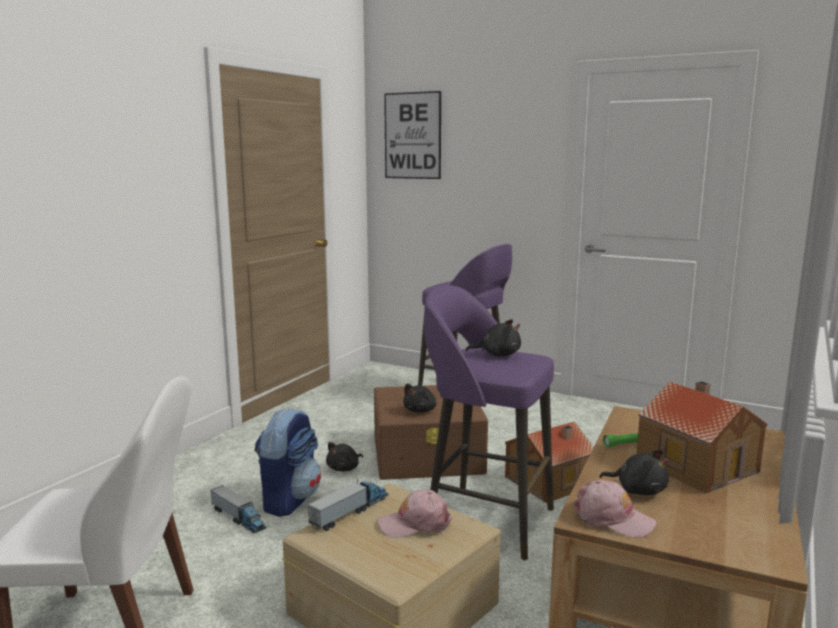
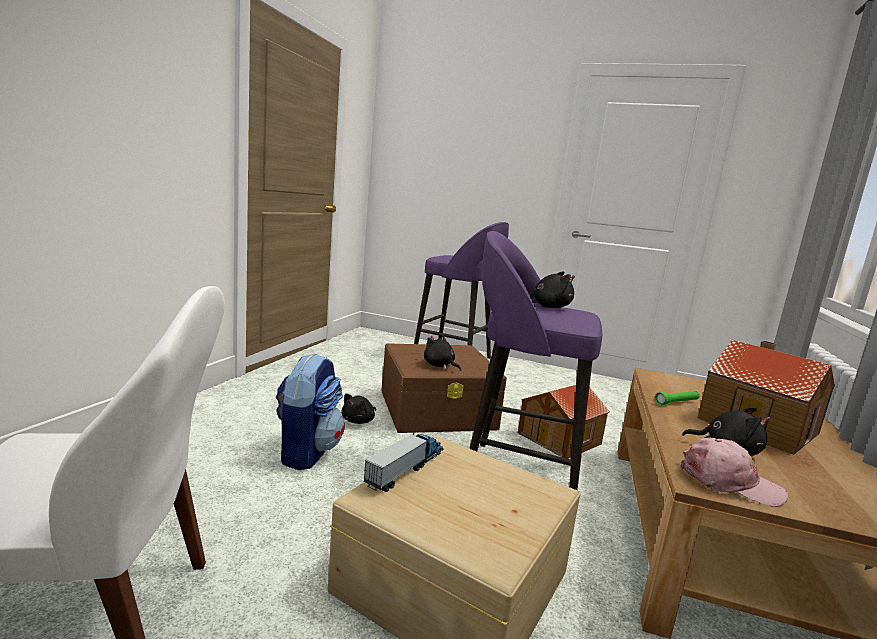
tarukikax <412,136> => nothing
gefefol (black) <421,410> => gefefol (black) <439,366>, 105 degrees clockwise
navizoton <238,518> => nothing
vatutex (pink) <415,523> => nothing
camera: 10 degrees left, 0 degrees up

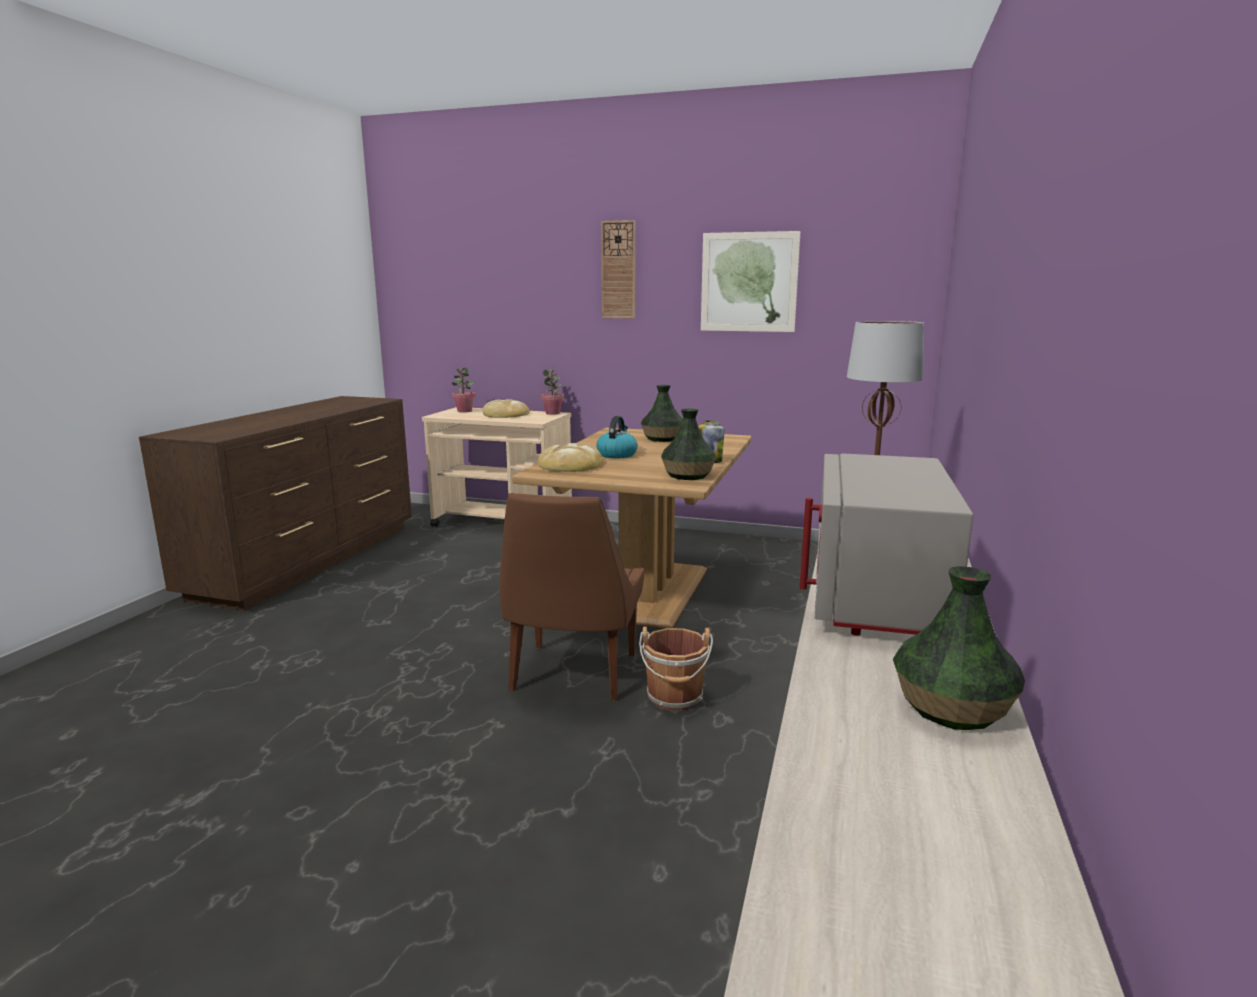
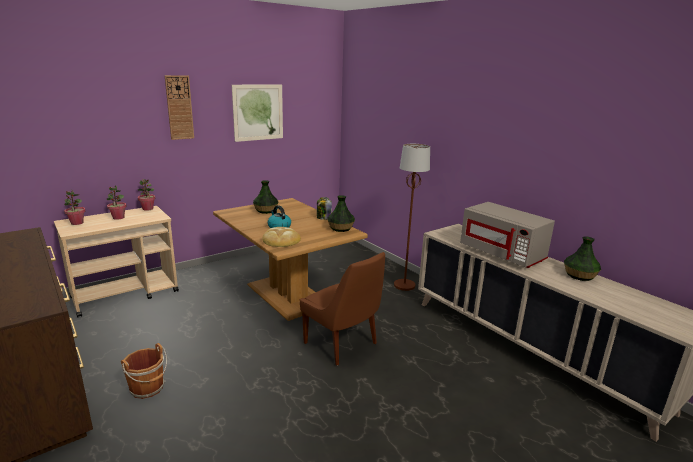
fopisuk <505,414> => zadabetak <118,217>
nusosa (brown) <675,698> => nusosa (brown) <148,388>, moved
camera: 55 degrees left, 5 degrees up

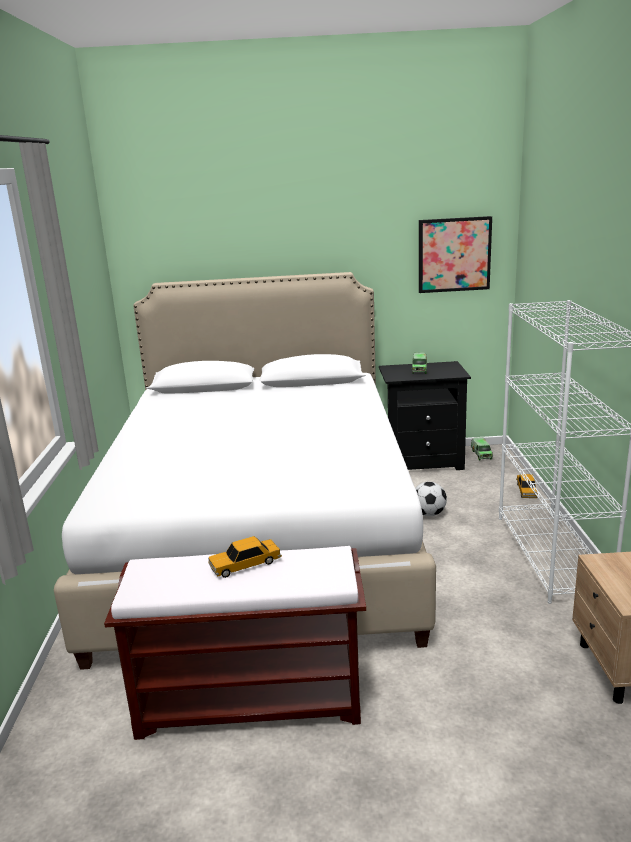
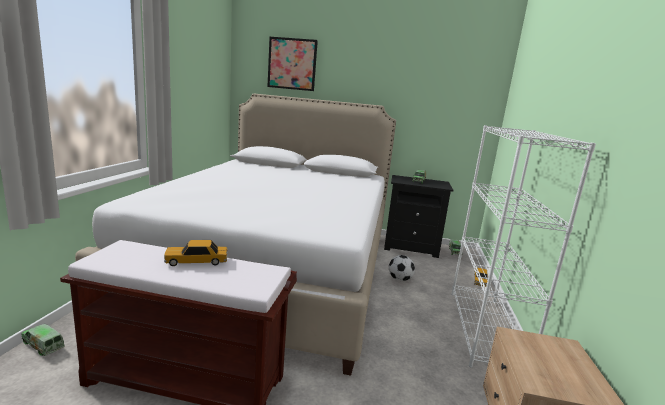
tarukikax <454,254> => tarukikax <292,64>, moved
nothing => navizoton <43,345>
camera: 10 degrees right, 5 degrees down

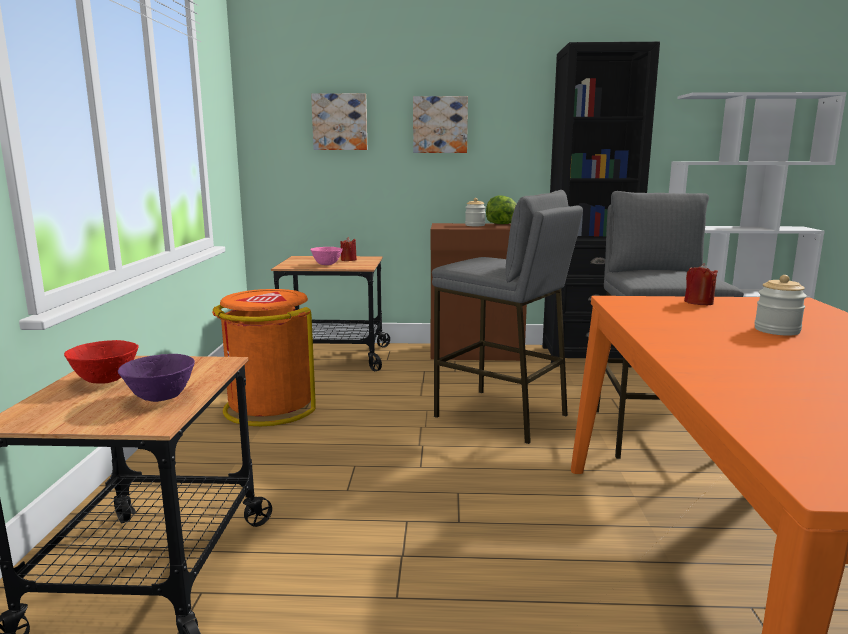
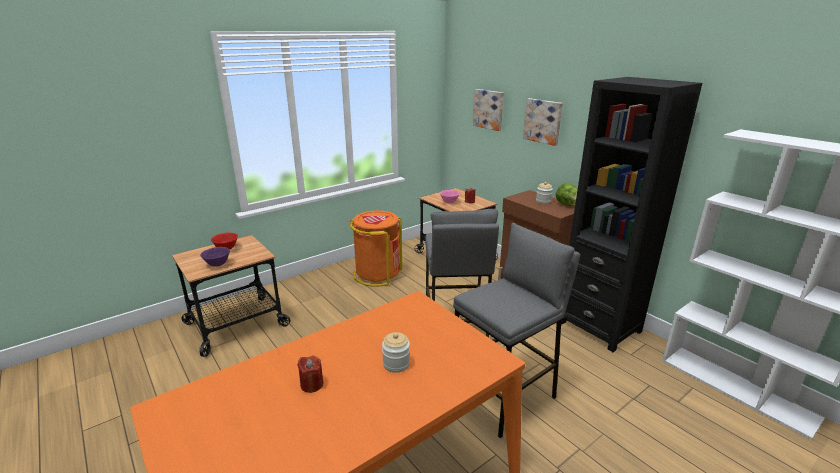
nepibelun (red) <698,302> => nepibelun (red) <312,384>, moved
camera: 50 degrees right, 10 degrees up

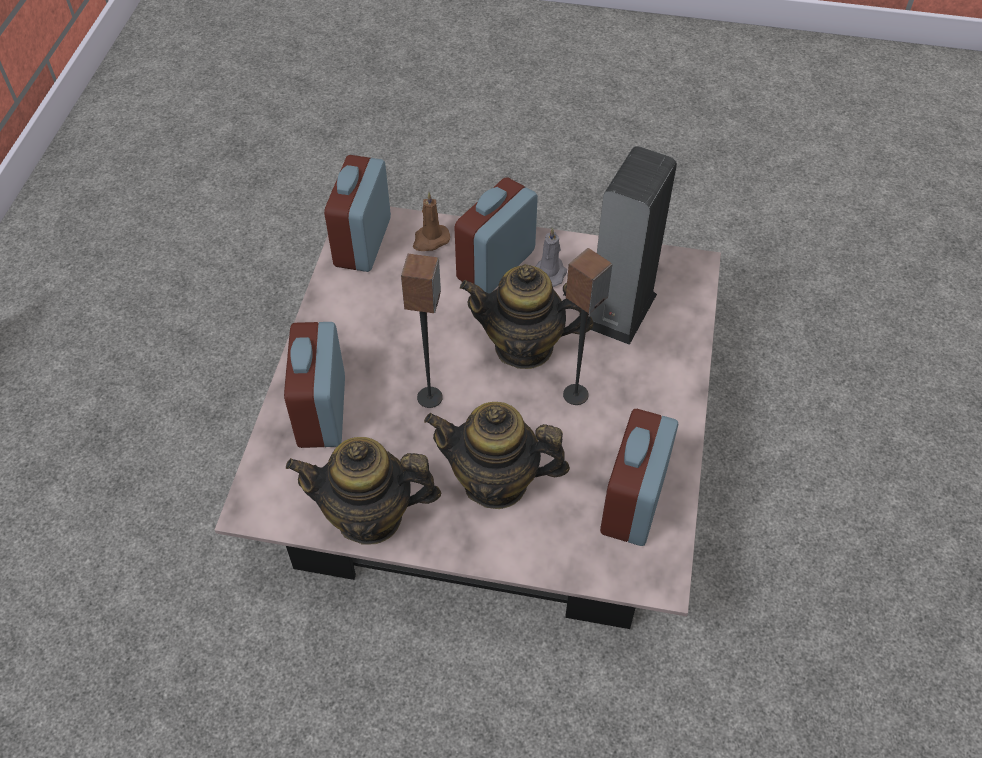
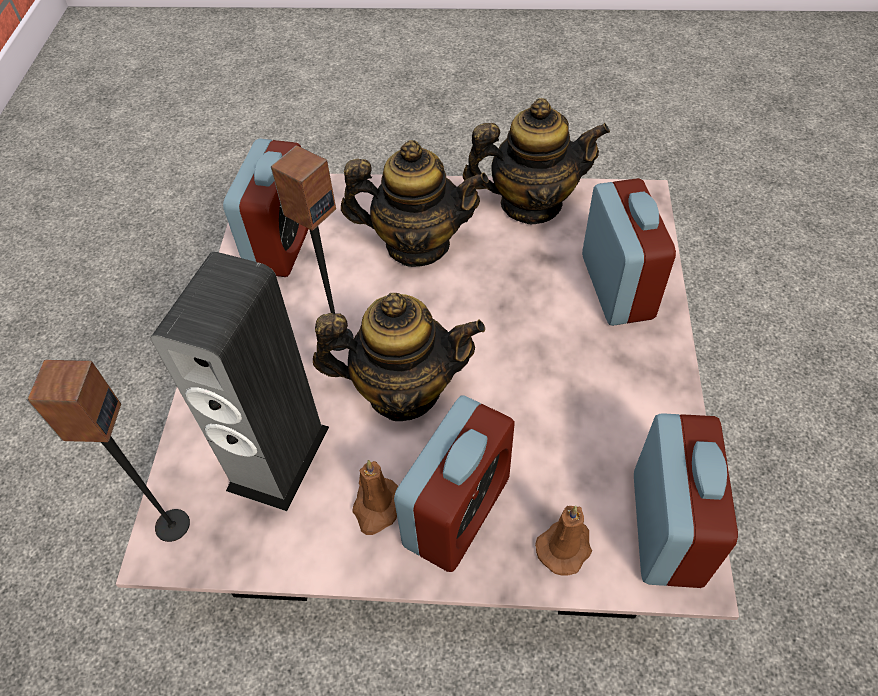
nepibelun (grey) <550,273> => nepibelun (brown) <377,508>
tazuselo <430,397> => tazuselo <171,525>, moved
camera: 175 degrees right, 0 degrees up

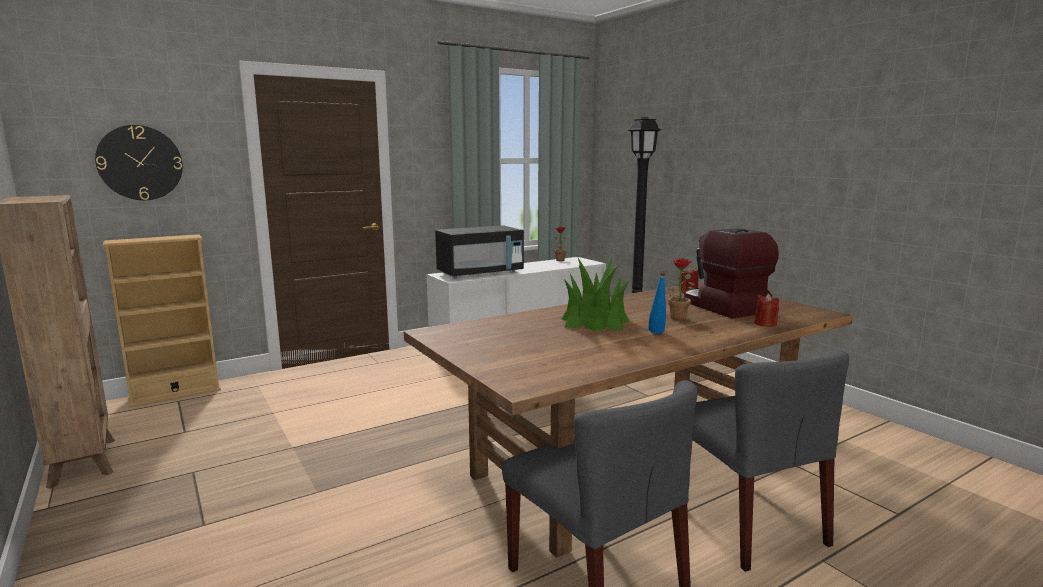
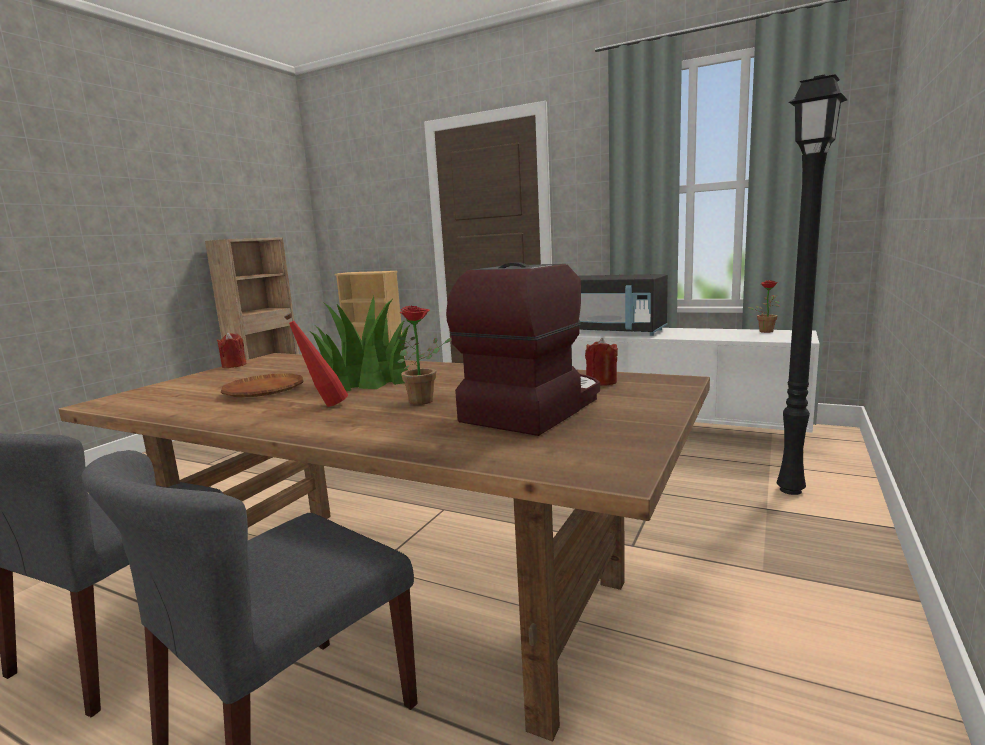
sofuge <140,163> => nothing
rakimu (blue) <657,334> => rakimu (red) <323,406>
nepibelun (red) <765,323> => nepibelun (red) <234,365>, moved
nothing => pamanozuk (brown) <264,391>
camera: 60 degrees right, 0 degrees up

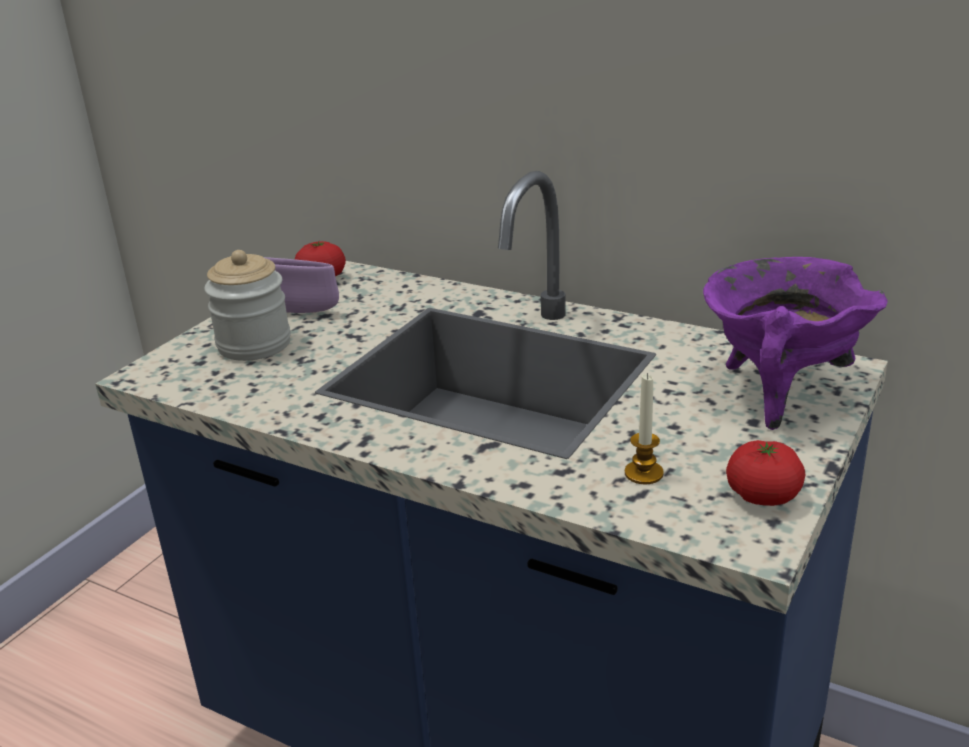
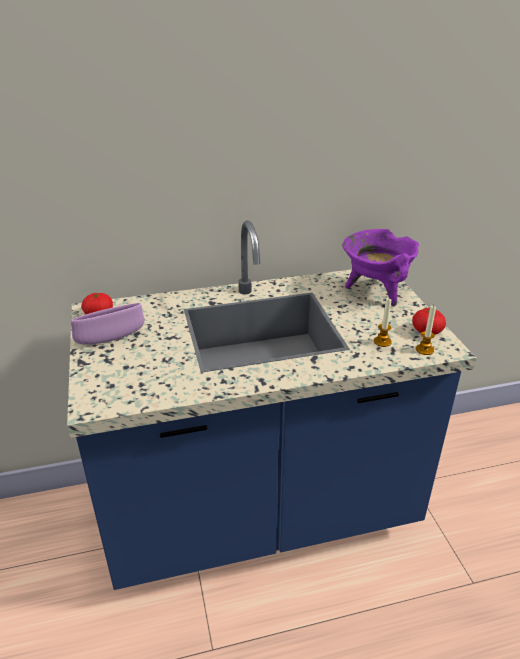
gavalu <254,344> => nothing
nothing => nepibelun <424,350>
camera: 45 degrees left, 5 degrees up

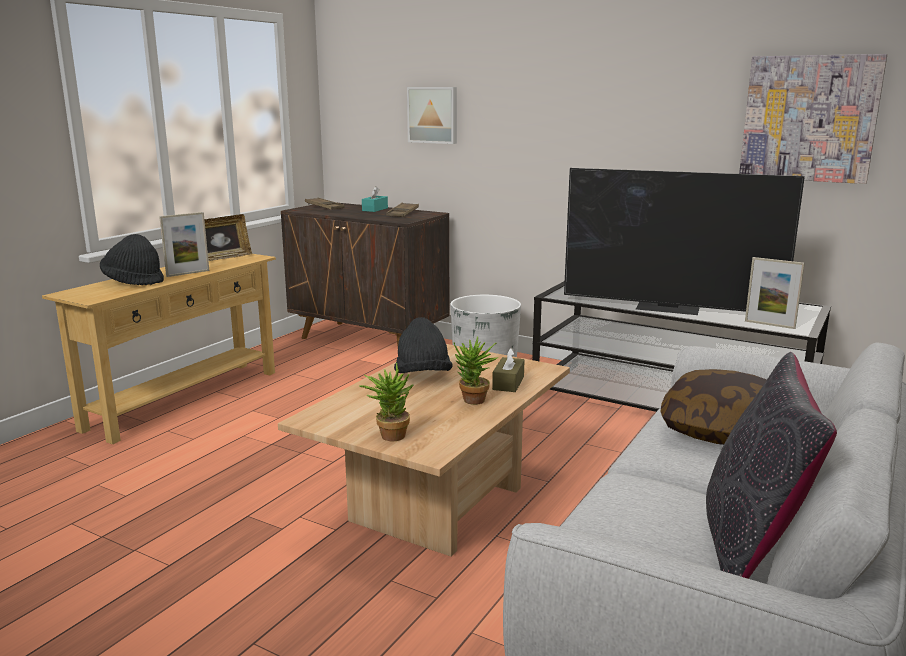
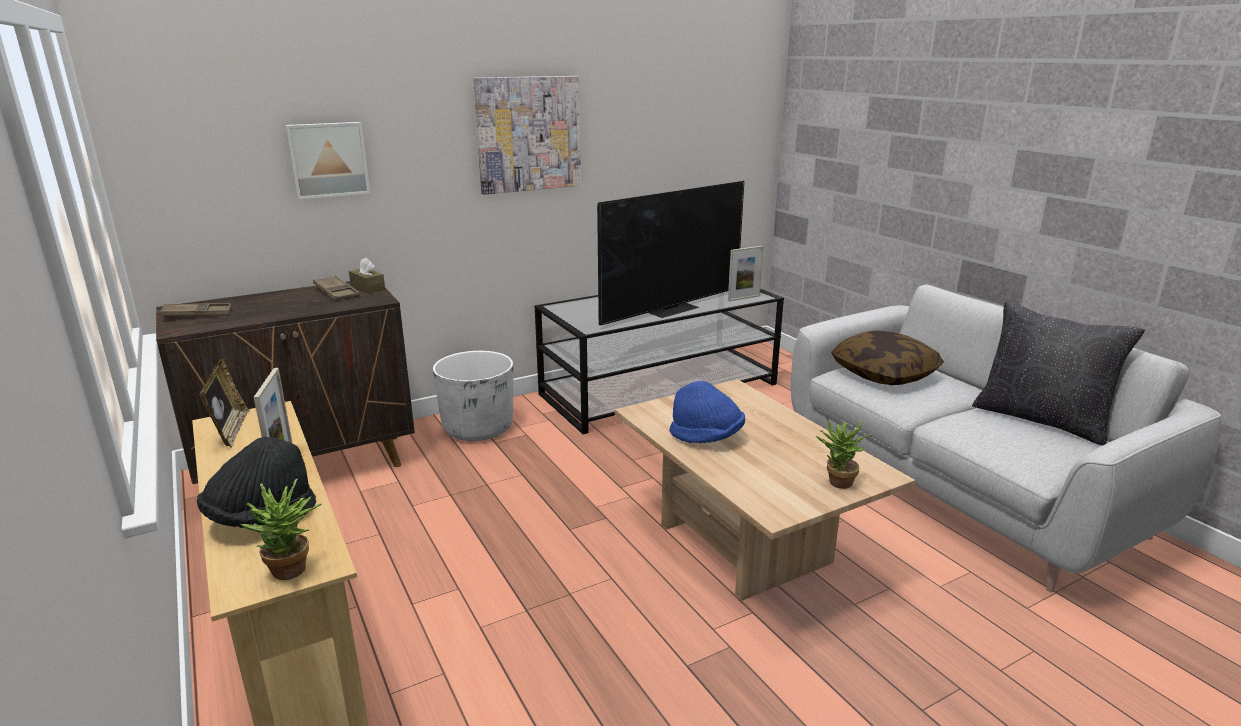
tarukikax <809,119> => tarukikax <528,134>, moved
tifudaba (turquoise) <375,209> => nothing
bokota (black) <422,376> => bokota (blue) <707,437>
zadabetak <473,402> => zadabetak <292,573>, moved
tifudaba (brown) <508,383> => tifudaba (brown) <367,287>, moved
camera: 60 degrees left, 5 degrees up

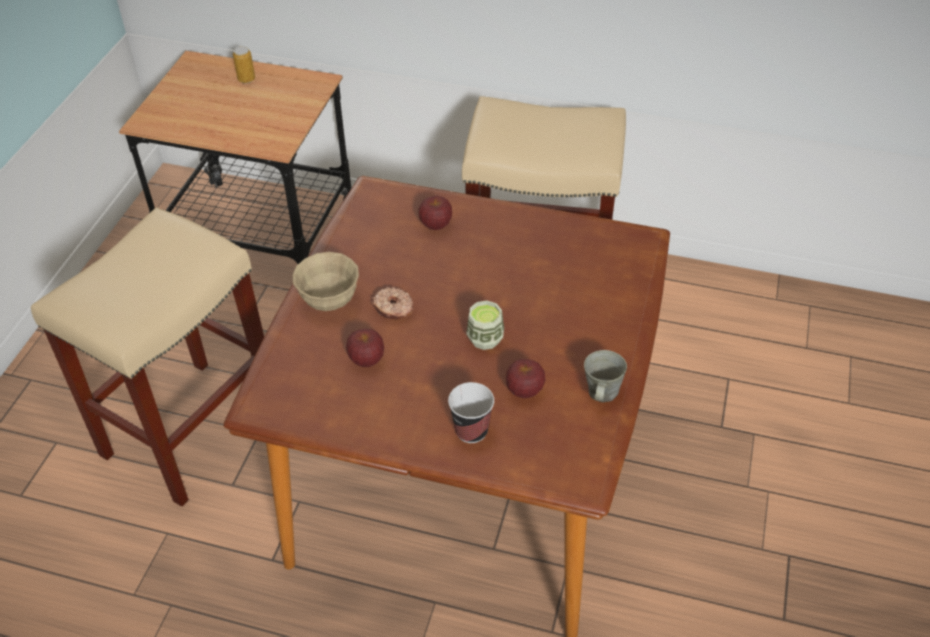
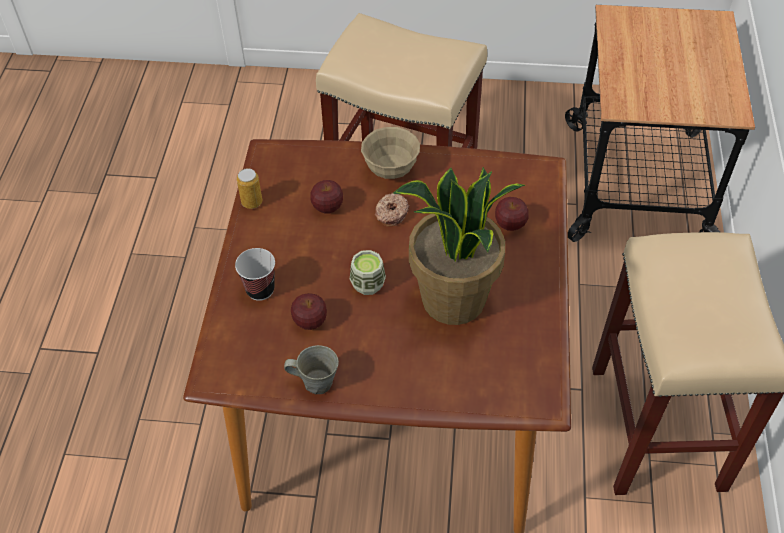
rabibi <246,79> => rabibi <252,202>, moved
nothing => zadabetak <453,300>
camera: 80 degrees right, 5 degrees up

